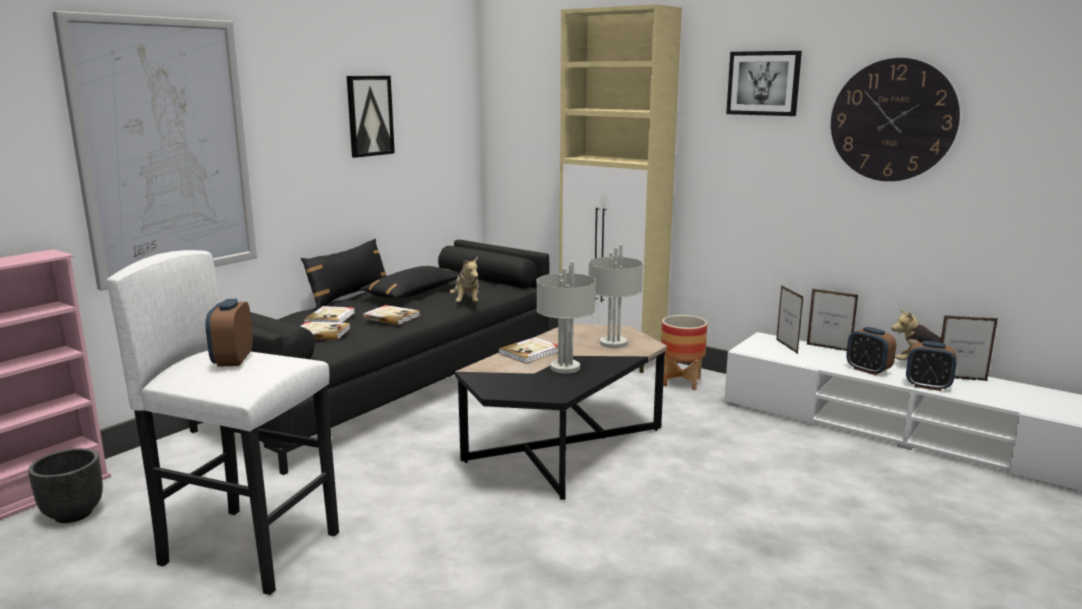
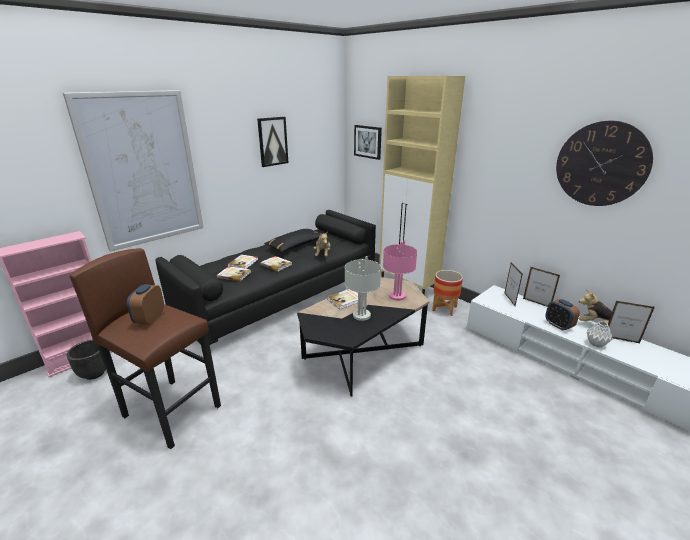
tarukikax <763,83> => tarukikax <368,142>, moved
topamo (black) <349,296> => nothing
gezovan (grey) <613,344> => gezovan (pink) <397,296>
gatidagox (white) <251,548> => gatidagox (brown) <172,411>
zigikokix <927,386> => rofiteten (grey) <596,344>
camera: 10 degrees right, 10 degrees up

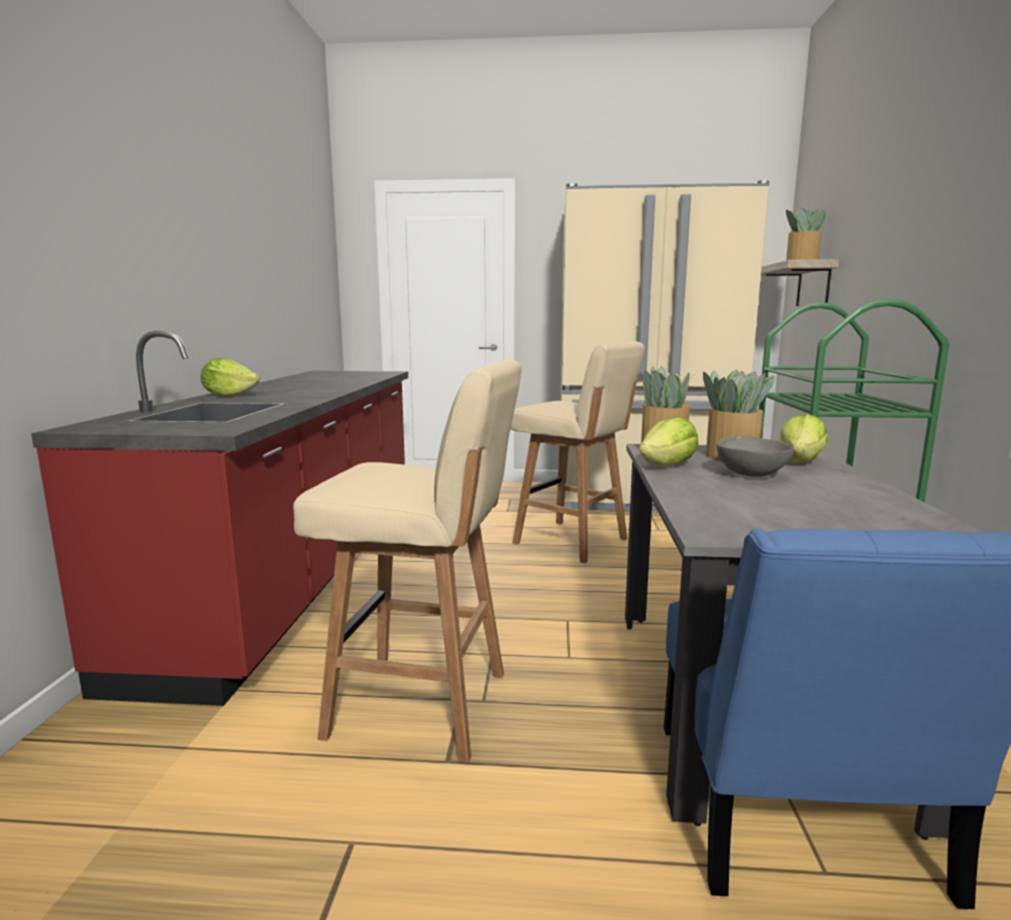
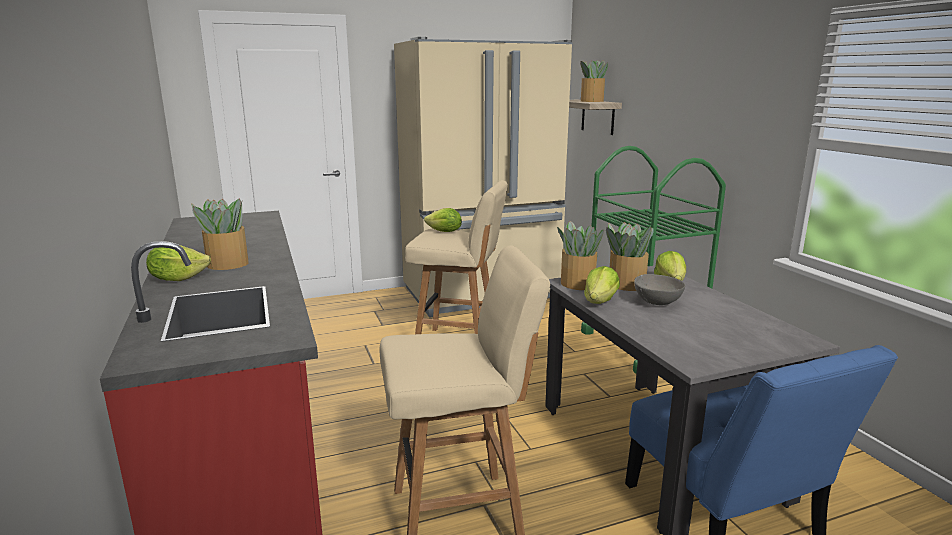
nothing => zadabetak <227,264>
nothing => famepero <445,232>
camera: 25 degrees left, 5 degrees up

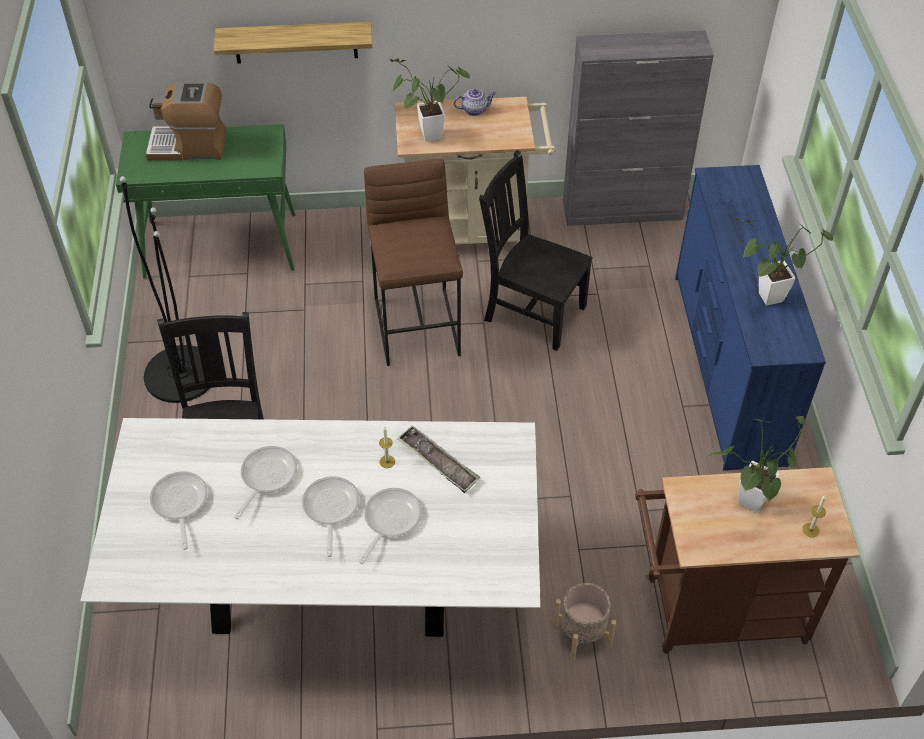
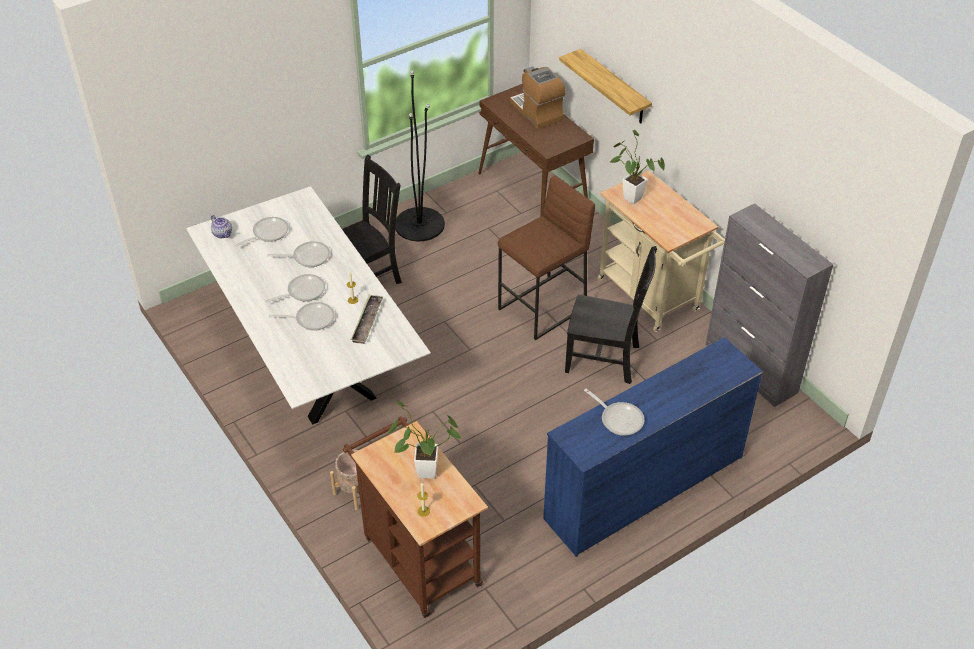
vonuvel <475,110> => vonuvel <223,234>, moved
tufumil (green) <222,245> => tufumil (brown) <533,191>
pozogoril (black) <532,311> => pozogoril (black) <605,359>, 105 degrees clockwise
zadabetak <764,298> => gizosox <619,419>
camera: 60 degrees right, 5 degrees down

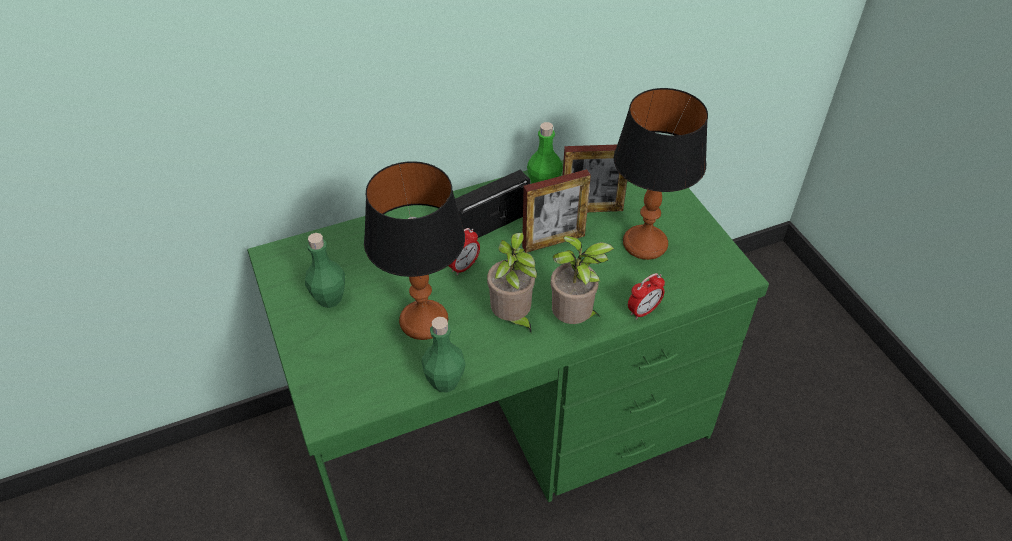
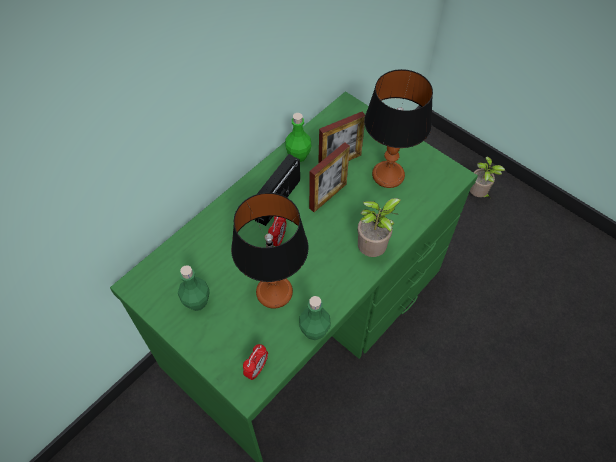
zadabetak <512,318> => zadabetak <478,195>, moved
zigikokix <643,311> => zigikokix <256,369>, moved
camera: 25 degrees left, 10 degrees up

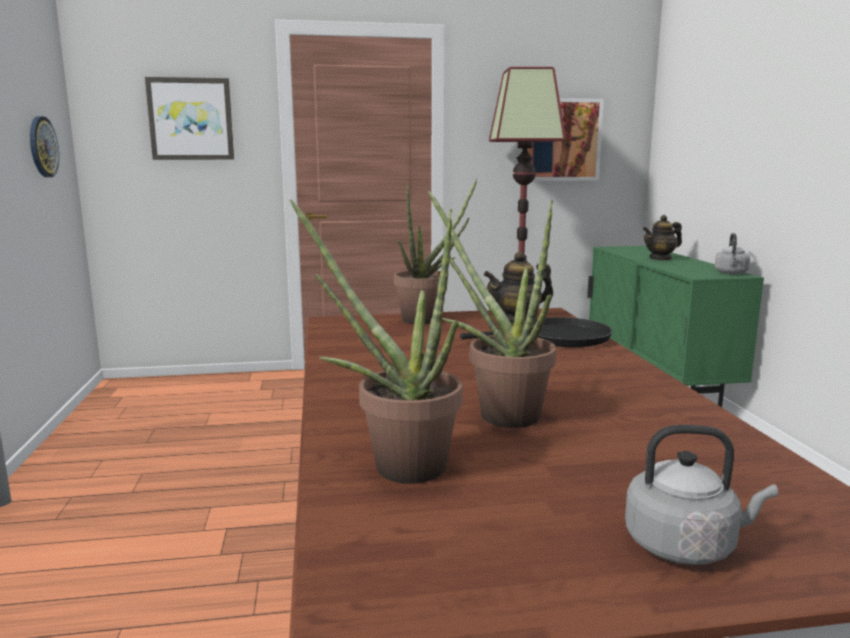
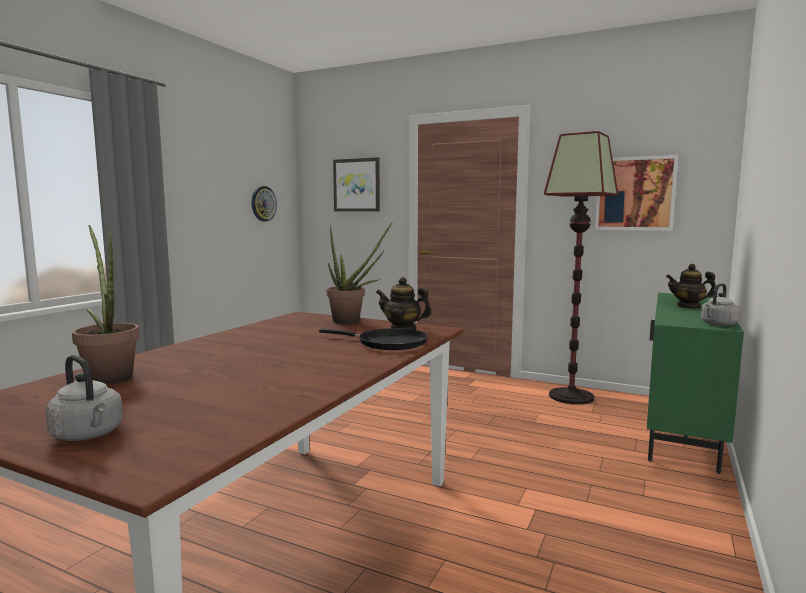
zadabetak <498,413> => nothing
camera: 35 degrees right, 5 degrees down

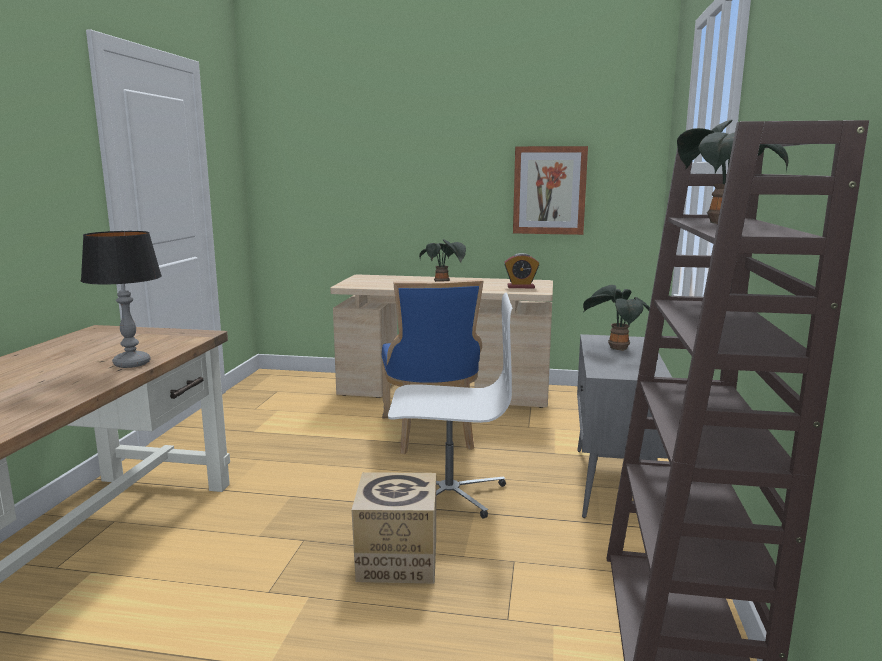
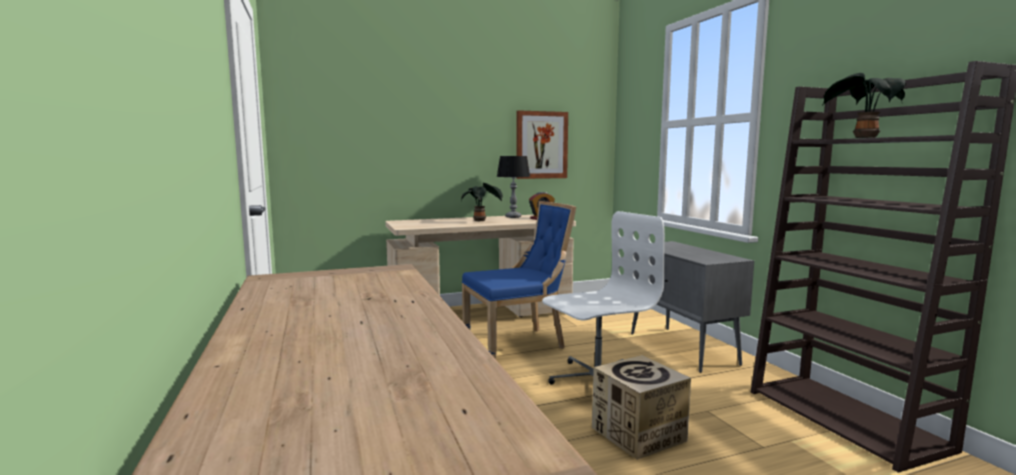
gezovan <132,363> => gezovan <513,217>, moved
pozogoril (blue) <430,434> => pozogoril (blue) <518,344>, 75 degrees counterclockwise
zadabetak <615,348> => nothing
camera: 30 degrees left, 5 degrees down

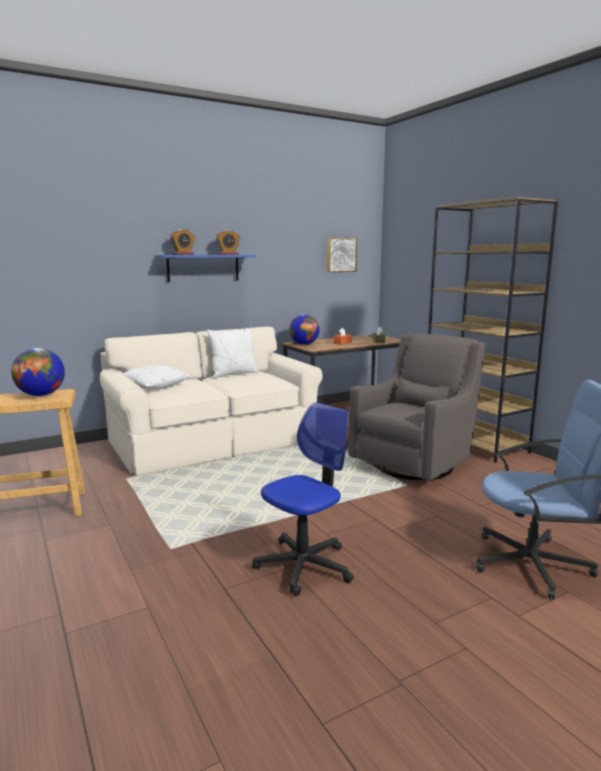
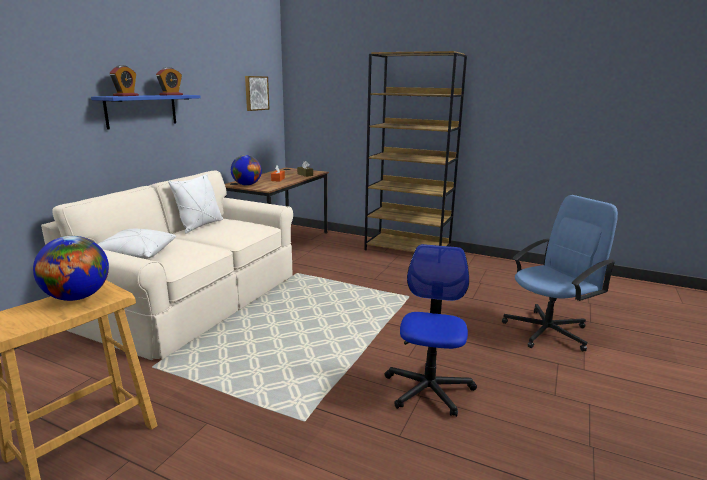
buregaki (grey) <415,464> => nothing
camera: 35 degrees left, 5 degrees up

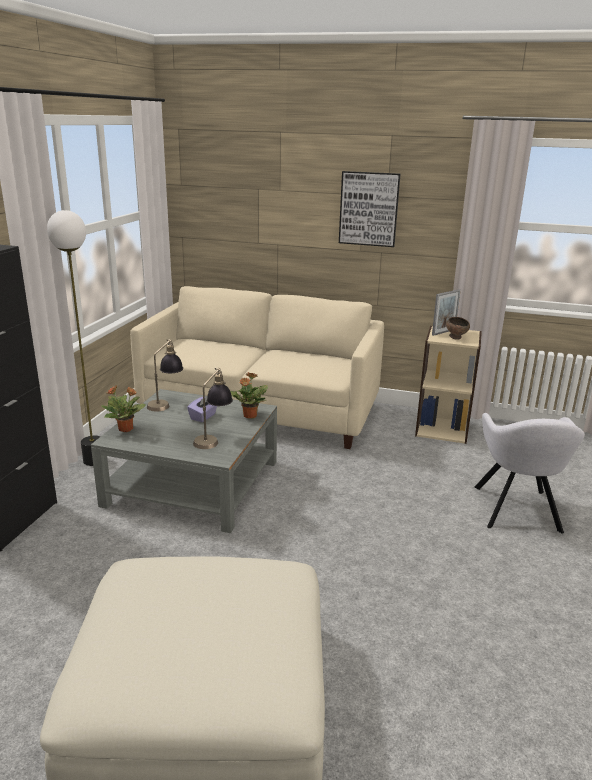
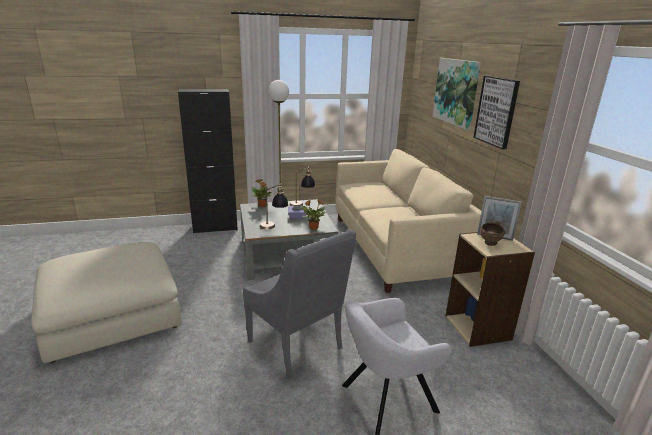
nothing => tarukikax <456,92>
nothing => buregaki (grey) <298,345>
camera: 60 degrees right, 0 degrees up

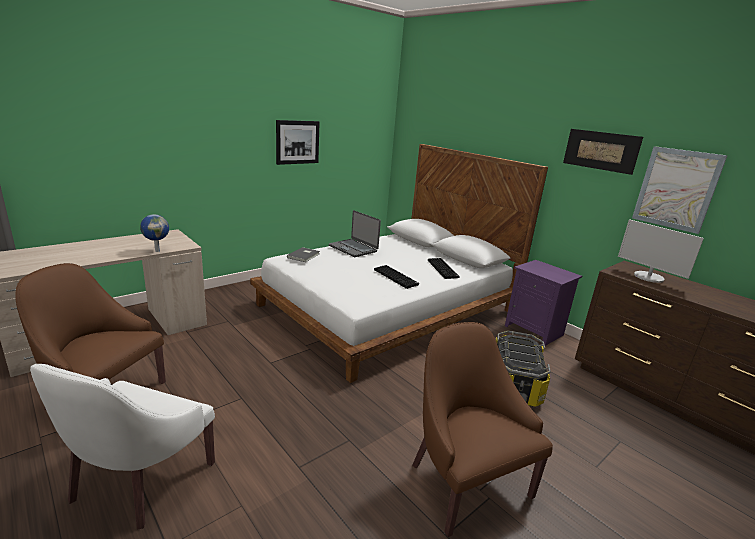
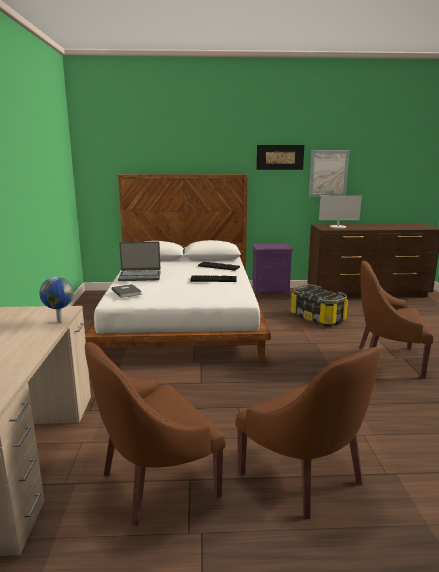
tarukikax <297,142> => nothing
buregaki (white) <138,480> => buregaki (brown) <305,476>
camera: 50 degrees left, 5 degrees down

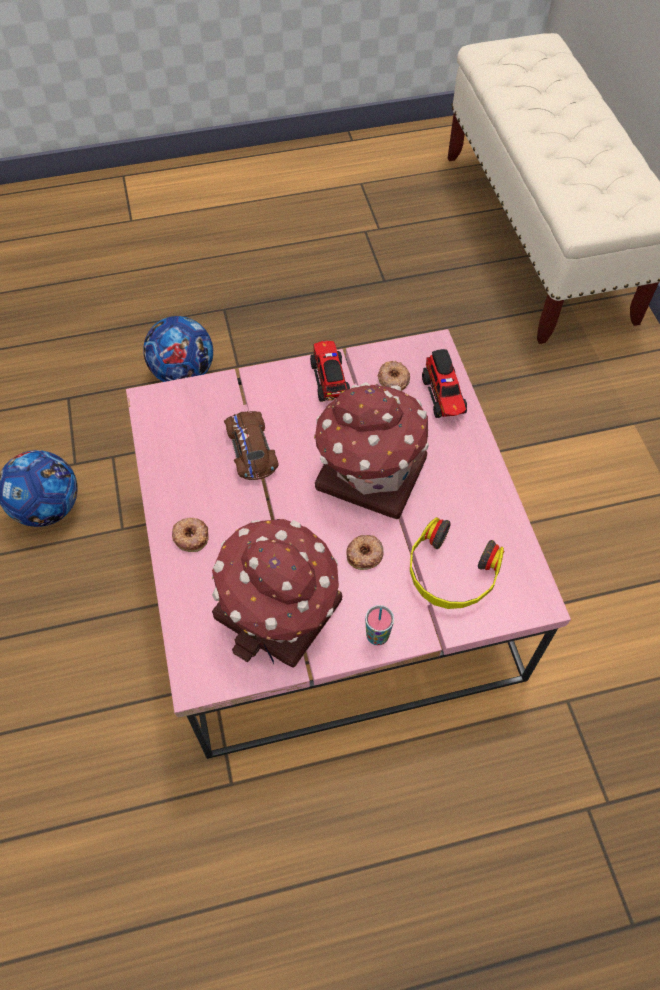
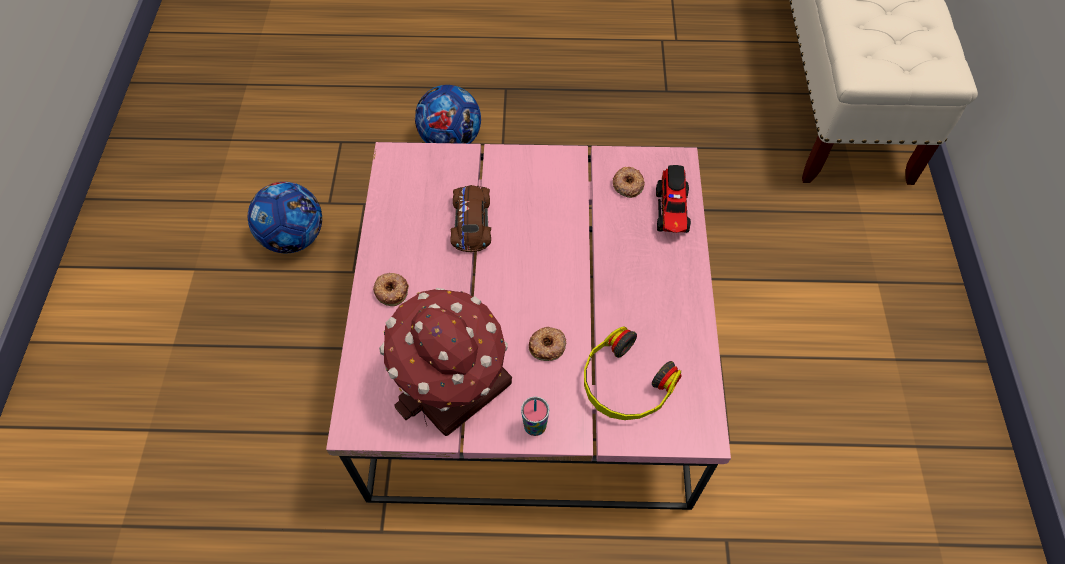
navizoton <329,379> => nothing
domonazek <368,473> => nothing
camera: 15 degrees right, 0 degrees up

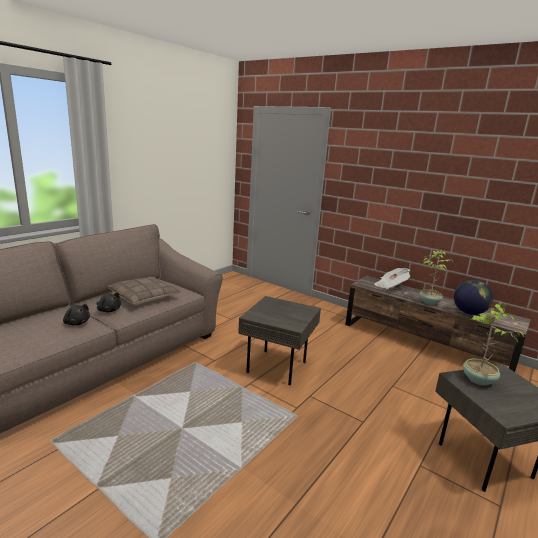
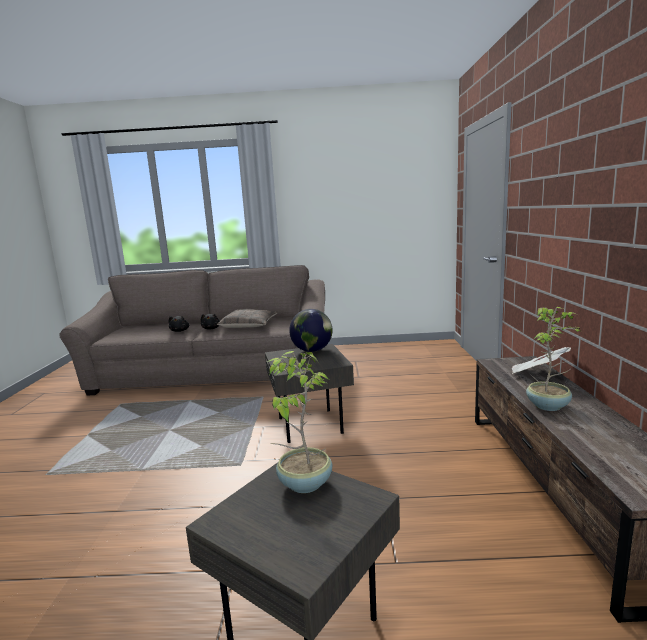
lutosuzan <469,313> => lutosuzan <312,350>, moved
camera: 55 degrees right, 5 degrees down

